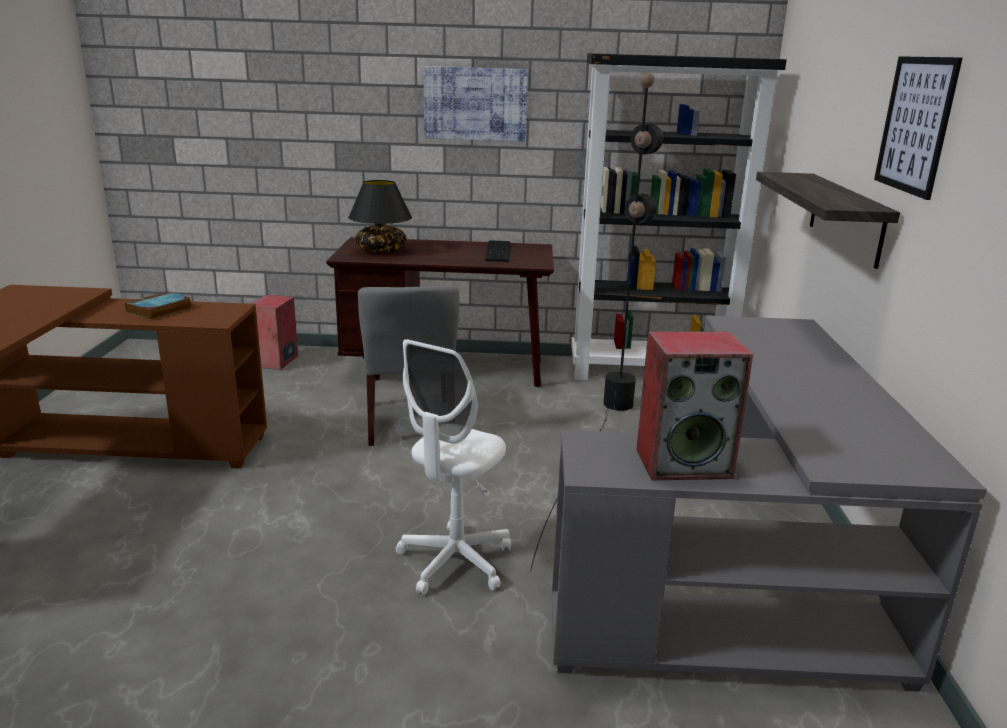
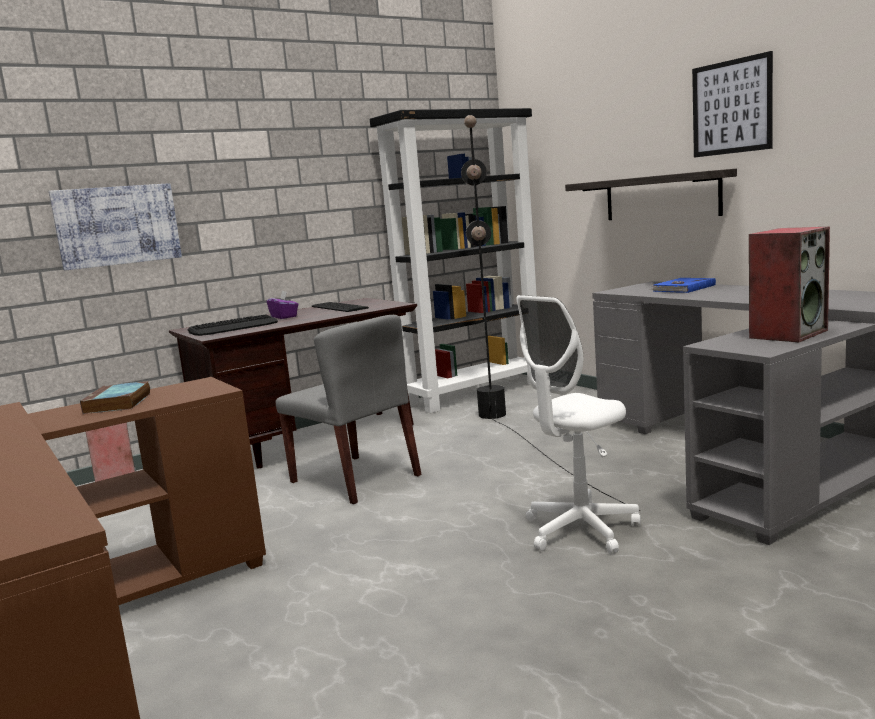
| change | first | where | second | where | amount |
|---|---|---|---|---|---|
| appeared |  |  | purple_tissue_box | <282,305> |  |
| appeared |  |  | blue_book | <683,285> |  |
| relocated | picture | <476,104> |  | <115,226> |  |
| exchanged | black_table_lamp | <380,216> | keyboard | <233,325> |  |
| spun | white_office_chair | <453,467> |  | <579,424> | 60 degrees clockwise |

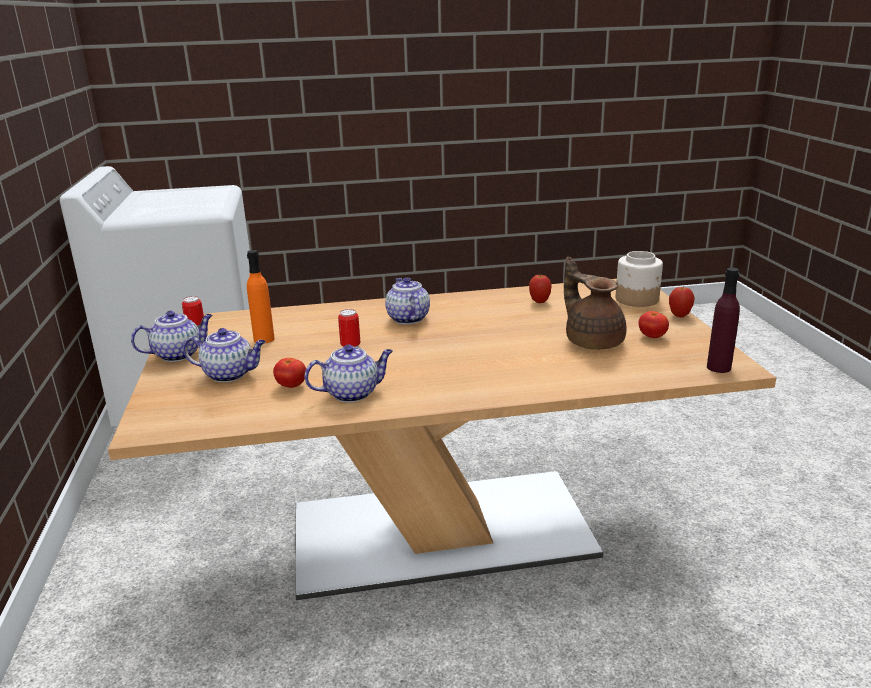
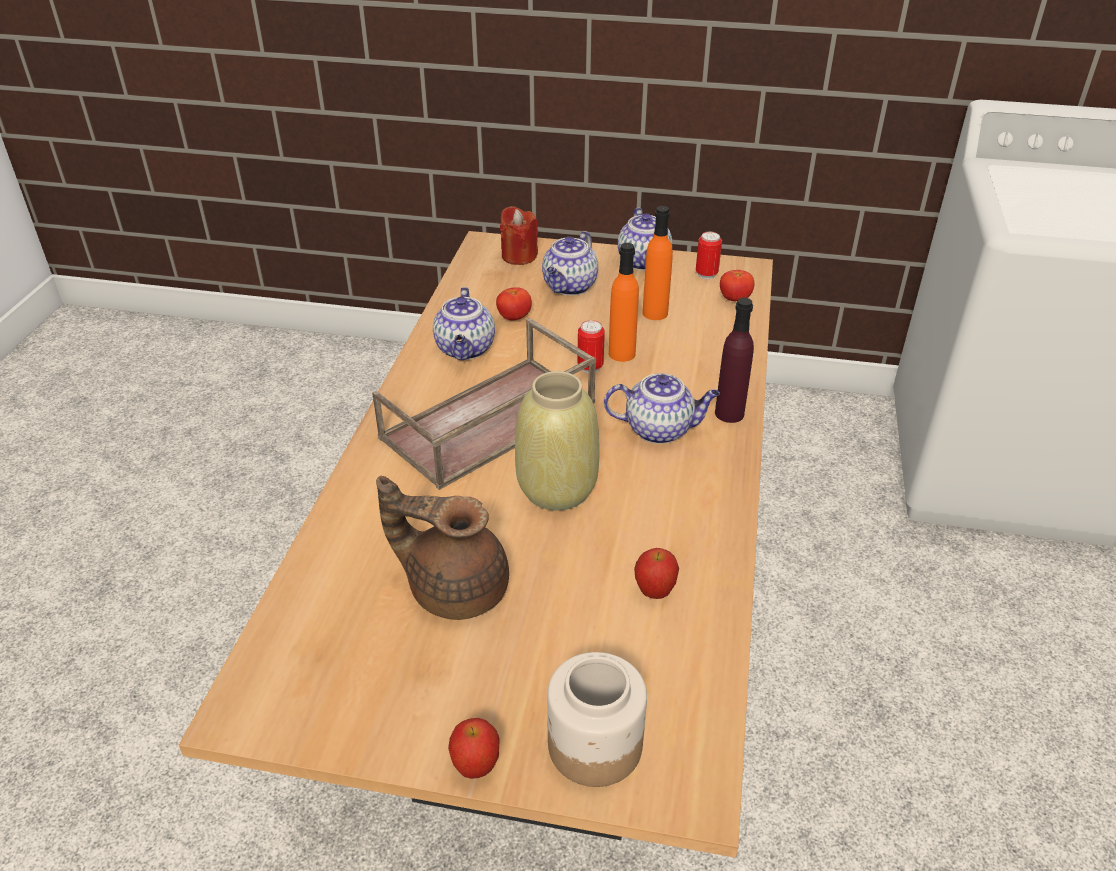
| change | first | where | second | where | amount |
|---|---|---|---|---|---|
| appeared |  |  | brown_tray | <484,404> |  |
| appeared |  |  | red_candle | <519,235> |  |
| appeared |  |  | beige_vase | <557,441> |  |
| appeared |  |  | orange_bottle | <624,302> |  |
| relocated | tomato | <654,324> |  | <737,285> |  |
| relocated | purple_bottle | <723,320> |  | <734,360> |  |
| spun | brown_teapot | <595,303> |  | <442,548> | 150 degrees counterclockwise |

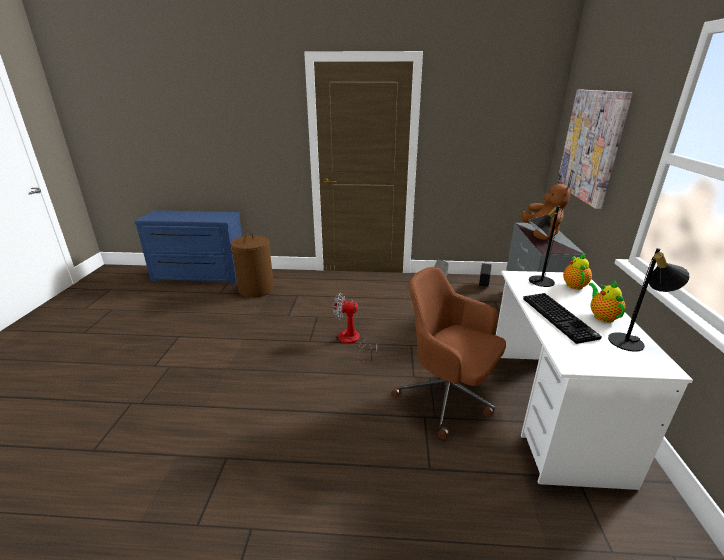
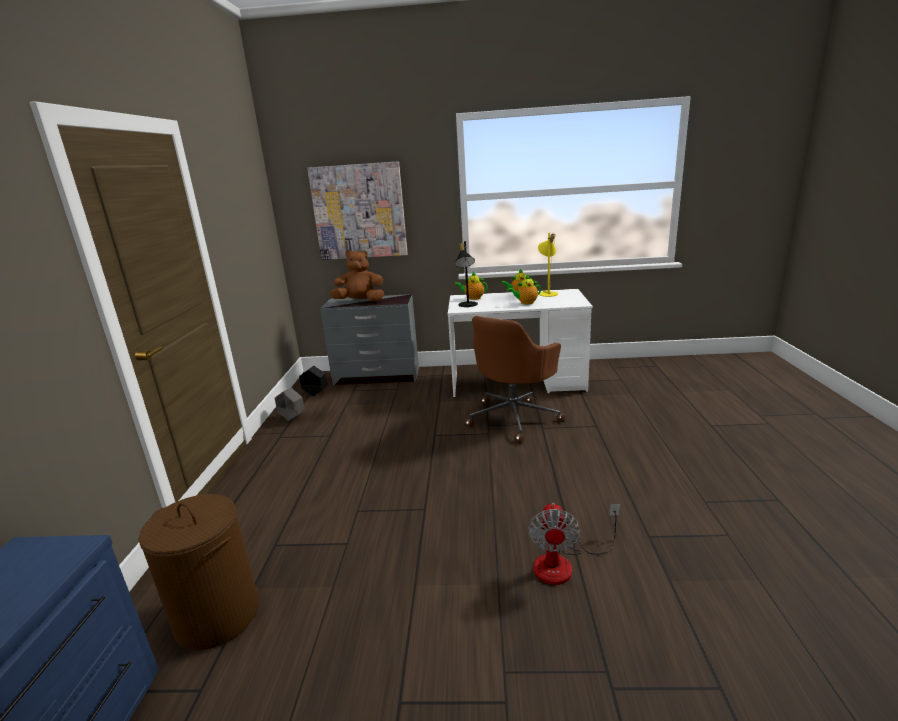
| change | first | where | second | where | amount |
|---|---|---|---|---|---|
| relocated | fan | <355,328> |  | <574,544> |  |
| exchanged | keyboard | <562,318> | teapot | <524,290> |  |
| colour | black_table_lamp | <649,300> | yellow_table_lamp | <548,265> |  |

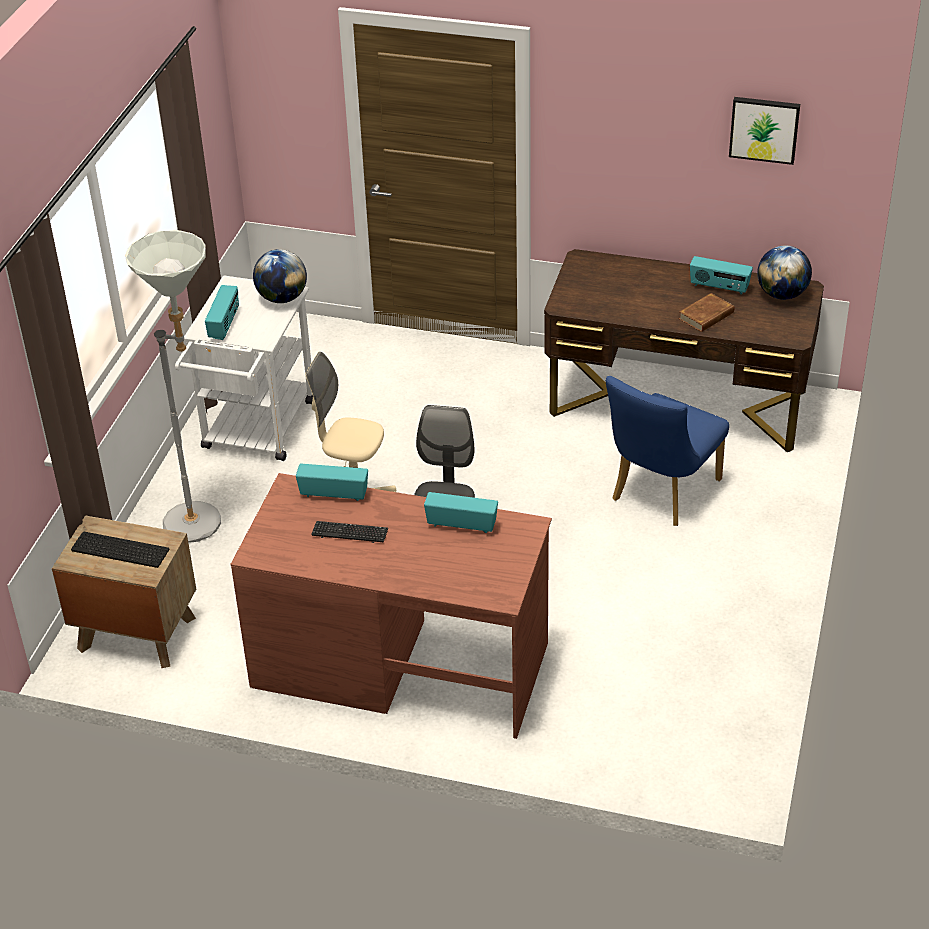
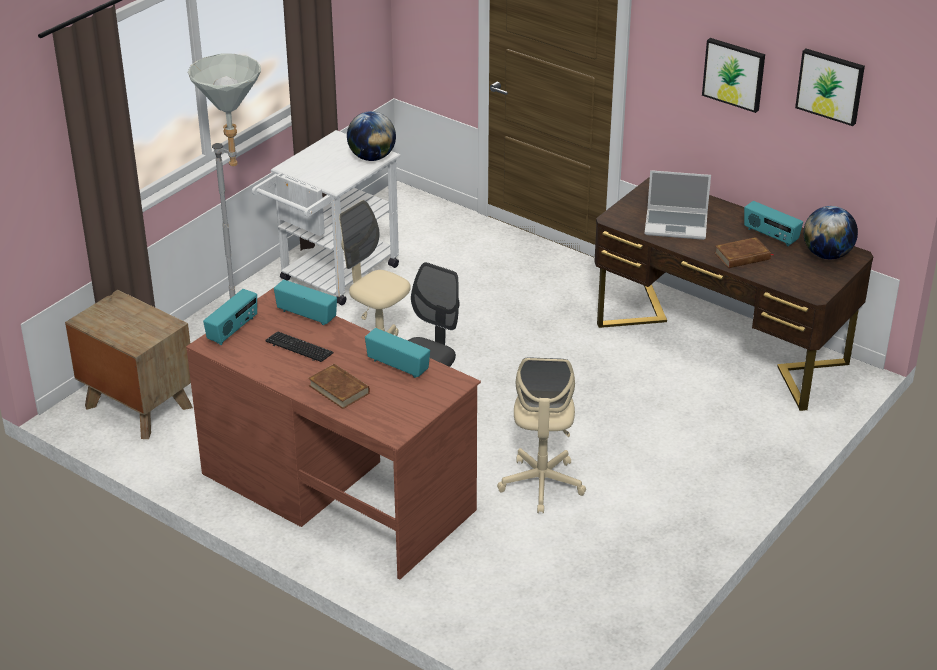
| change | first | where | second | where | amount |
|---|---|---|---|---|---|
| missing | keyboard | <120,550> |  |  |  |
| missing | blue_chair | <667,451> |  |  |  |
| appeared |  |  | brown_book | <339,386> |  |
| appeared |  |  | beige_office_chair | <541,436> |  |
| appeared |  |  | laptop | <678,205> |  |
| appeared |  |  | picture | <733,75> |  |
| relocated | radio | <222,312> |  | <230,317> |  |

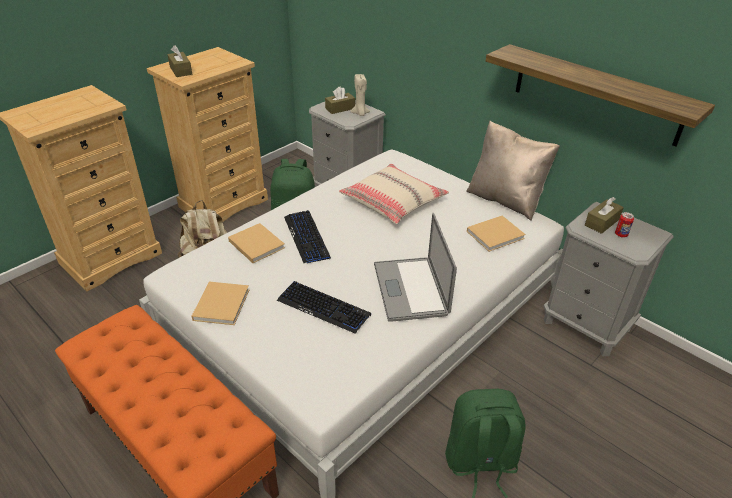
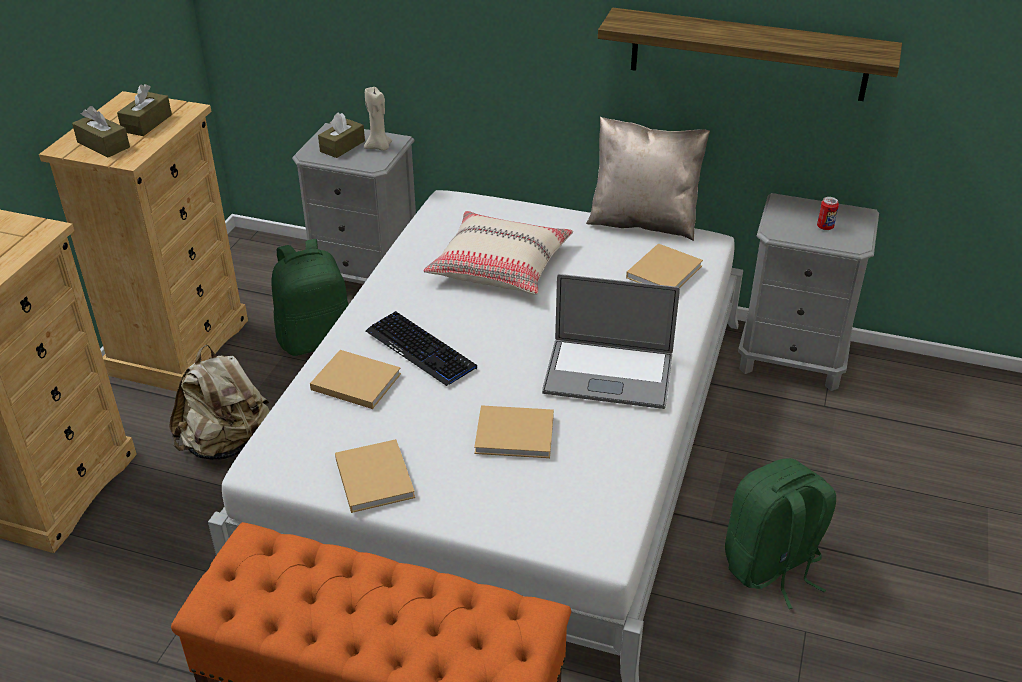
| change | first | where | second | where | amount |
|---|---|---|---|---|---|
| relocated | brown_tissue_box | <604,215> |  | <144,110> |  |
| exchanged | keyboard | <324,307> | beige_book | <514,431> |  |
| spun | laptop | <415,267> |  | <611,341> | 45 degrees counterclockwise |

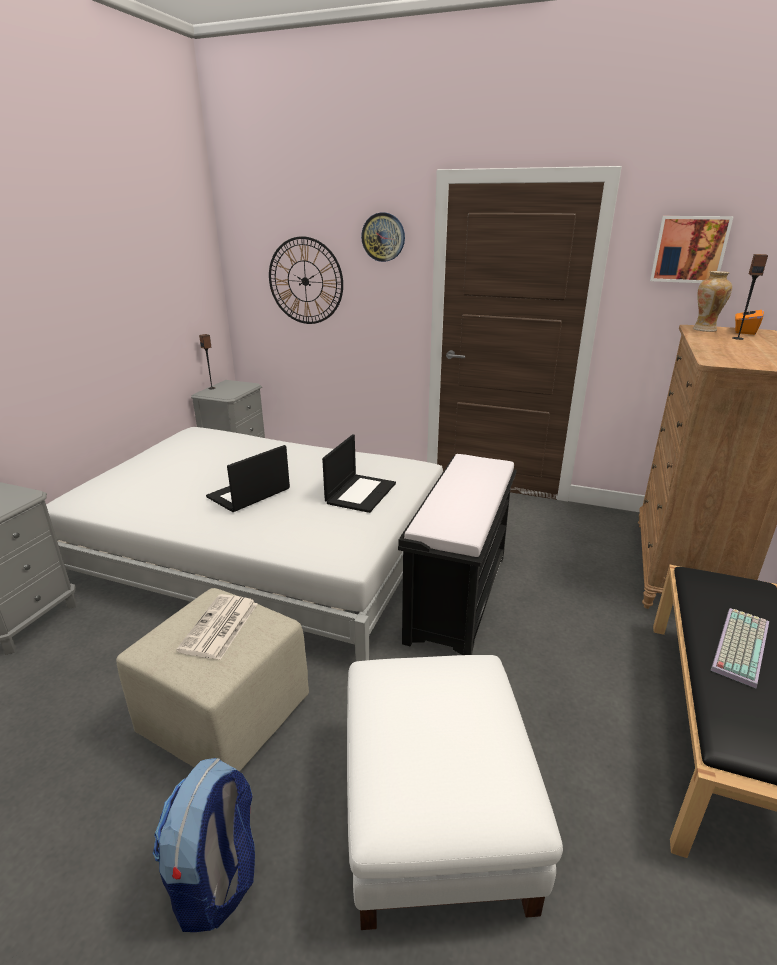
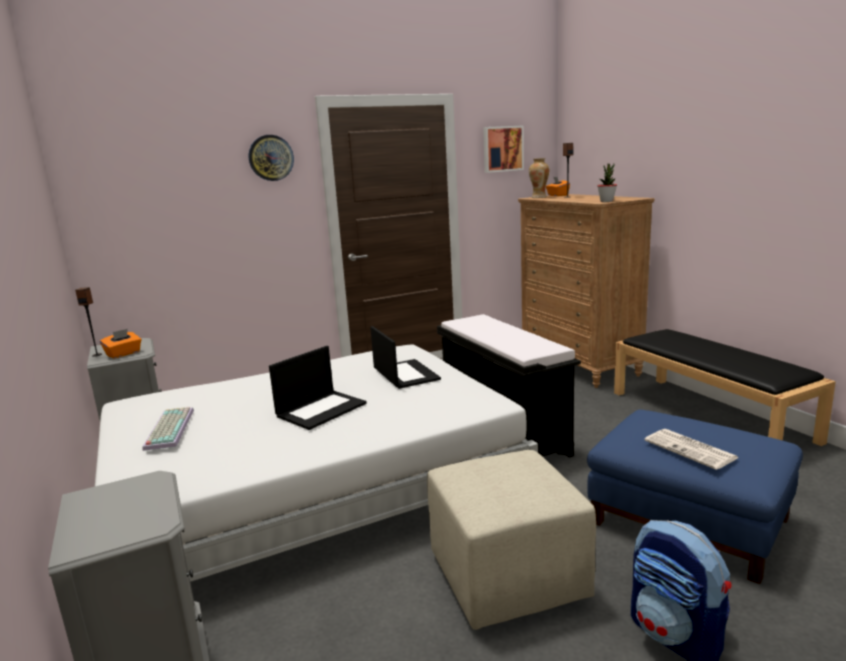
| change | first | where | second | where | amount |
|---|---|---|---|---|---|
| missing | wall_clock | <306,280> |  |  |  |
| appeared |  |  | orange_tissue_box | <121,343> |  |
| appeared |  |  | potted_plant | <607,183> |  |
| relocated | newspaper | <216,627> |  | <691,449> |  |
| relocated | keyboard | <739,648> |  | <168,429> |  |
| colour | white_ottoman | <455,792> | blue_ottoman | <695,497> |  |
| spun | laptop | <248,478> |  | <318,388> | 135 degrees counterclockwise |

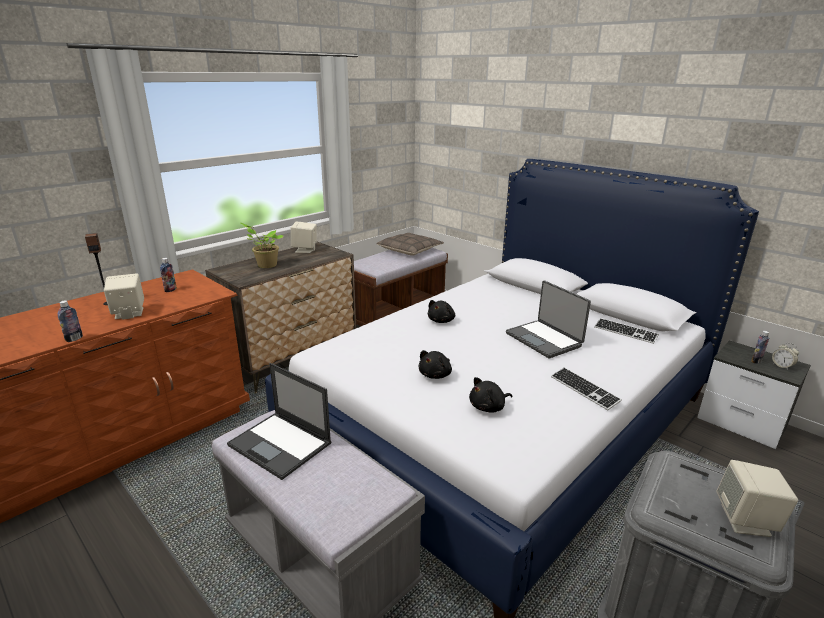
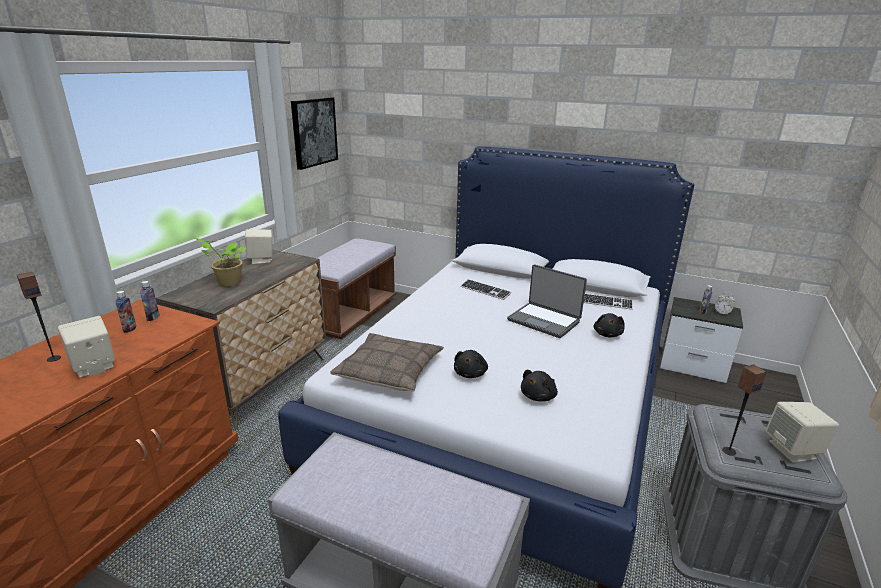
| change | first | where | second | where | amount |
|---|---|---|---|---|---|
| missing | laptop | <279,421> |  |  |  |
| appeared |  |  | picture | <314,133> |  |
| appeared |  |  | speaker | <744,410> |  |
| relocated | bottle | <70,321> |  | <150,301> |  |
| relocated | pillow | <410,244> |  | <387,362> |  |
| relocated | black_plush_toy | <441,311> |  | <609,325> |  |
| relocated | keyboard | <586,388> |  | <486,289> |  |

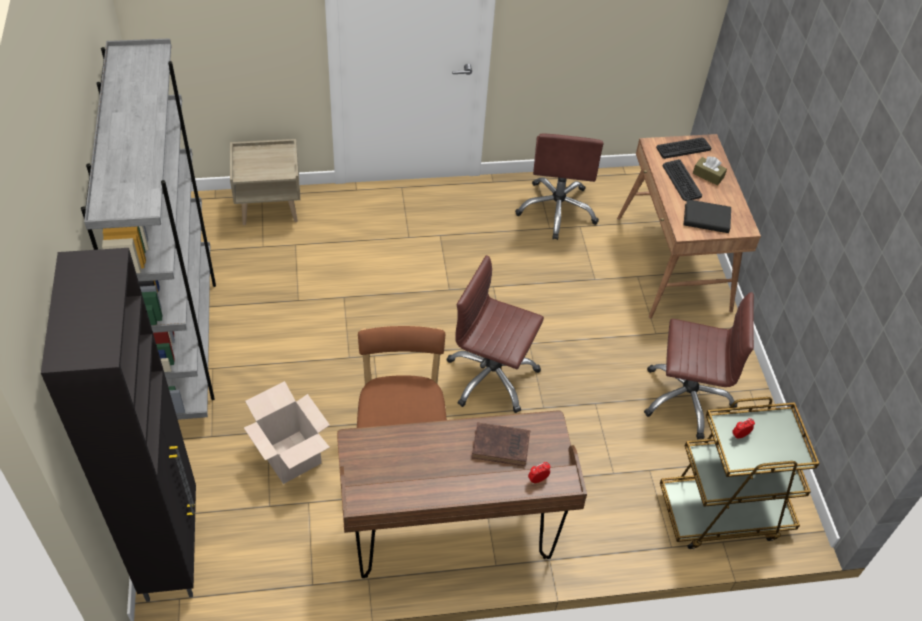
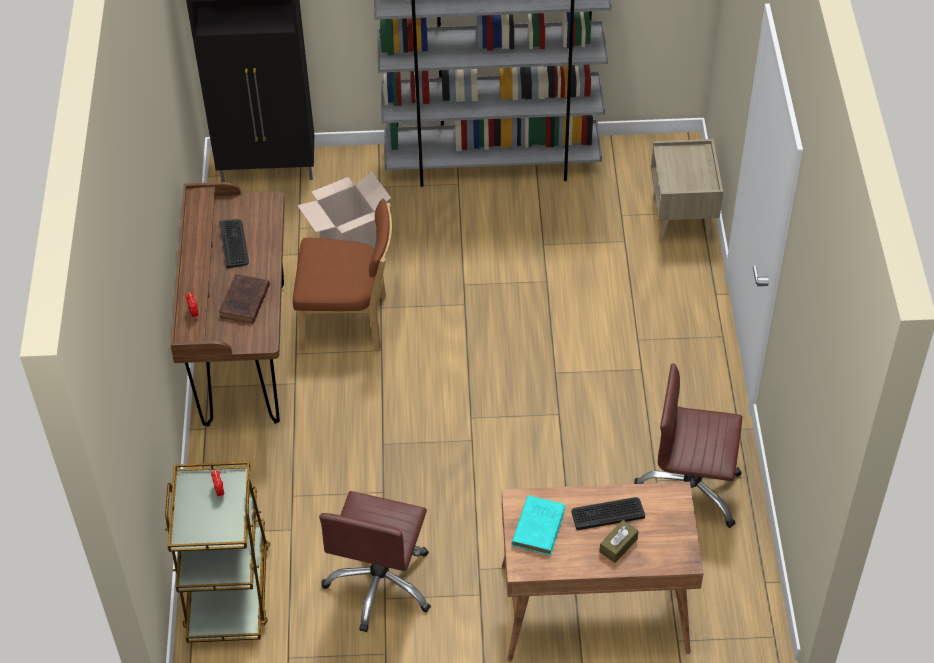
| change | first | where | second | where | amount |
|---|---|---|---|---|---|
| missing | brown_office_chair | <495,334> |  |  |  |
| relocated | keyboard | <683,148> |  | <234,243> |  |
| colour | black_book | <707,216> | turquoise_book | <538,525> |  |

